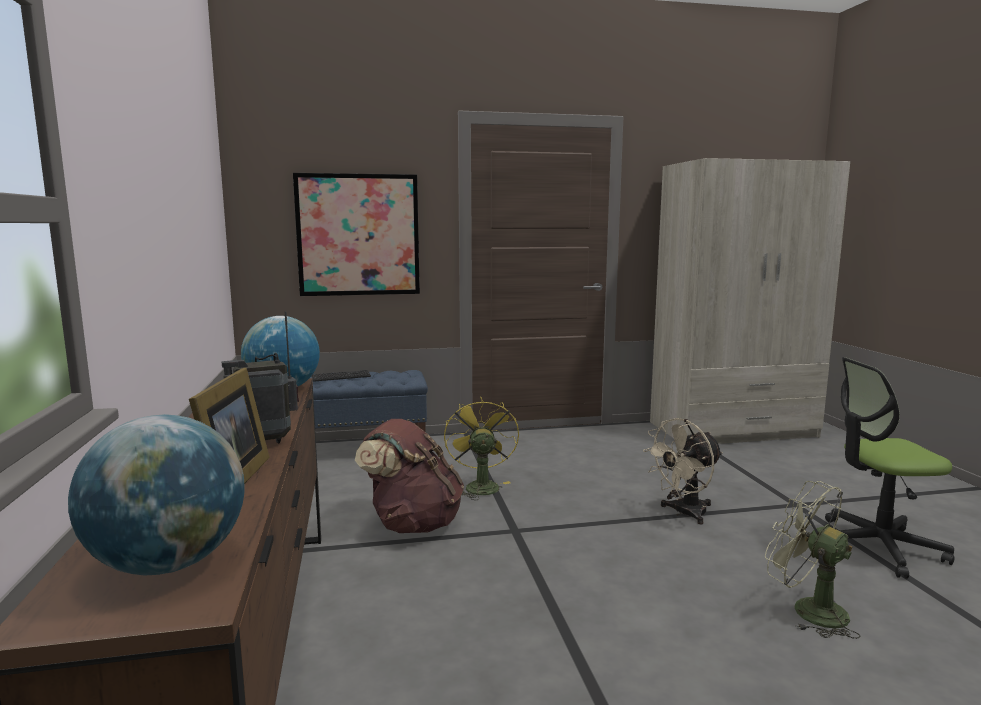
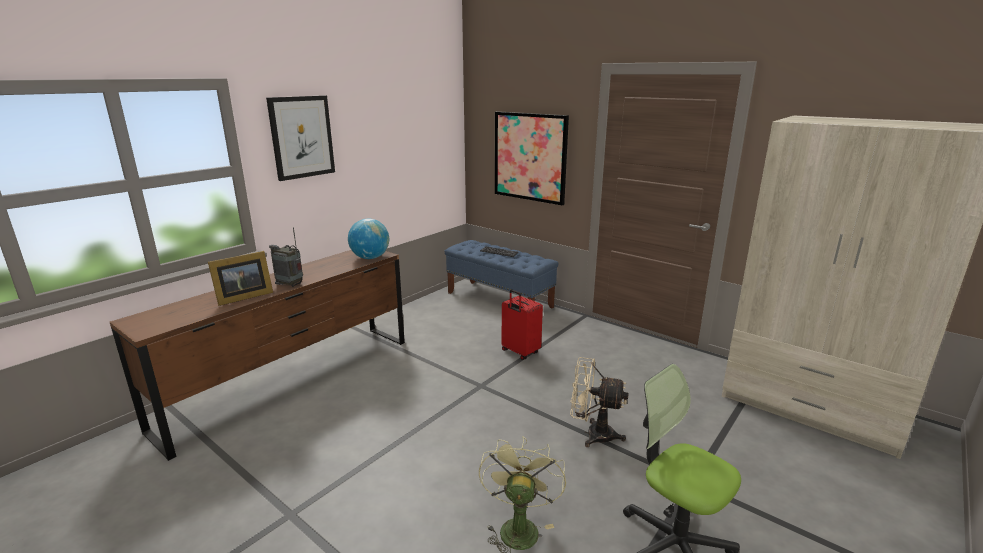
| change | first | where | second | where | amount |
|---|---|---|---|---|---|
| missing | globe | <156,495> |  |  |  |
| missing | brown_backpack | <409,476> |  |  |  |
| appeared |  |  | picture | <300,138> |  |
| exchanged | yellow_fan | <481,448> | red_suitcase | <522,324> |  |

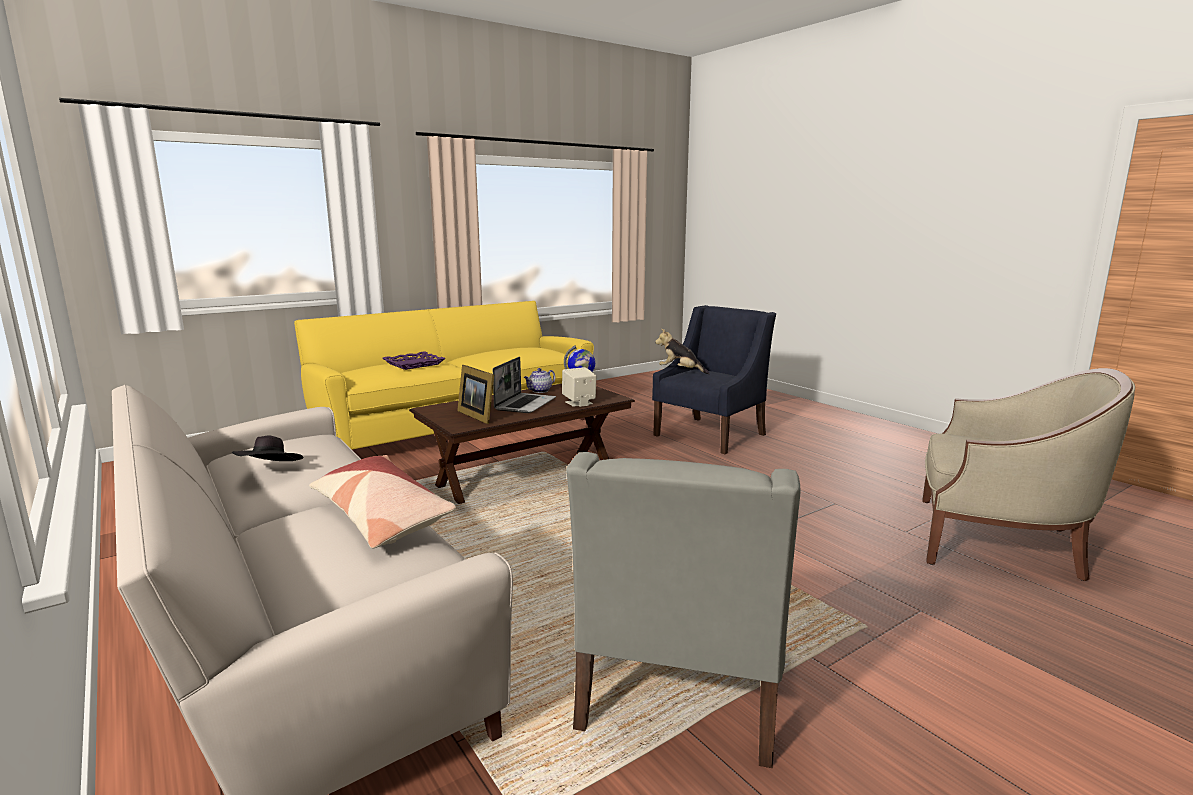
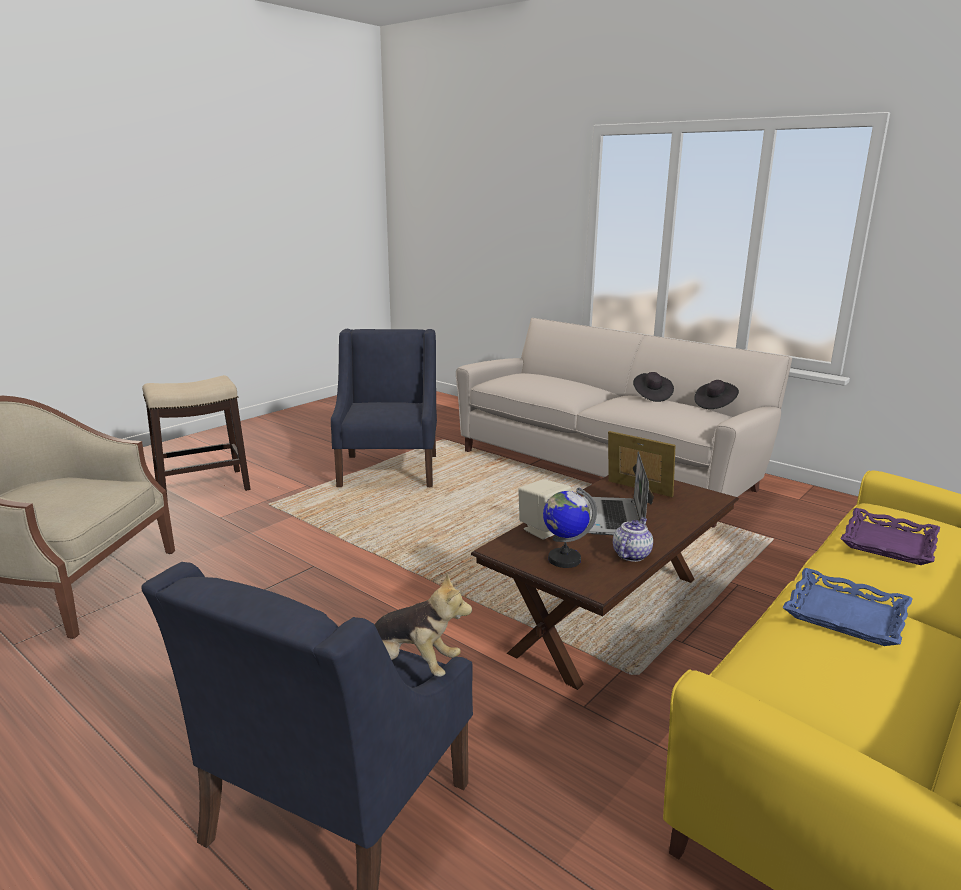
| change | first | where | second | where | amount |
|---|---|---|---|---|---|
| missing | pillow | <382,501> |  |  |  |
| appeared |  |  | stool | <196,438> |  |
| appeared |  |  | black_hat | <716,394> |  |
| appeared |  |  | blue_tray | <847,607> |  |
| colour | grey_armchair | <683,610> | blue_armchair | <384,408> |  |

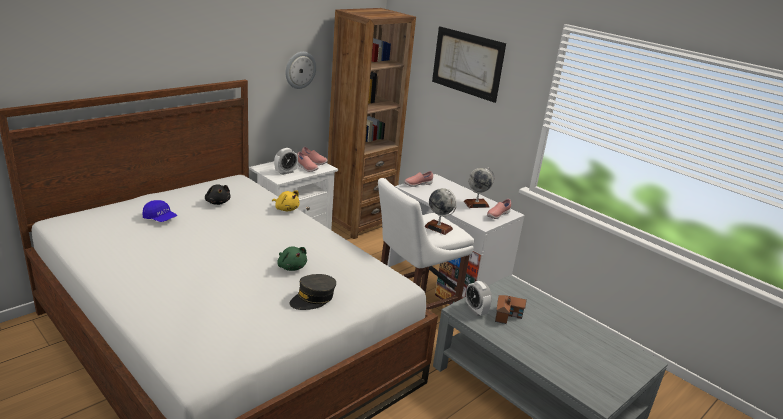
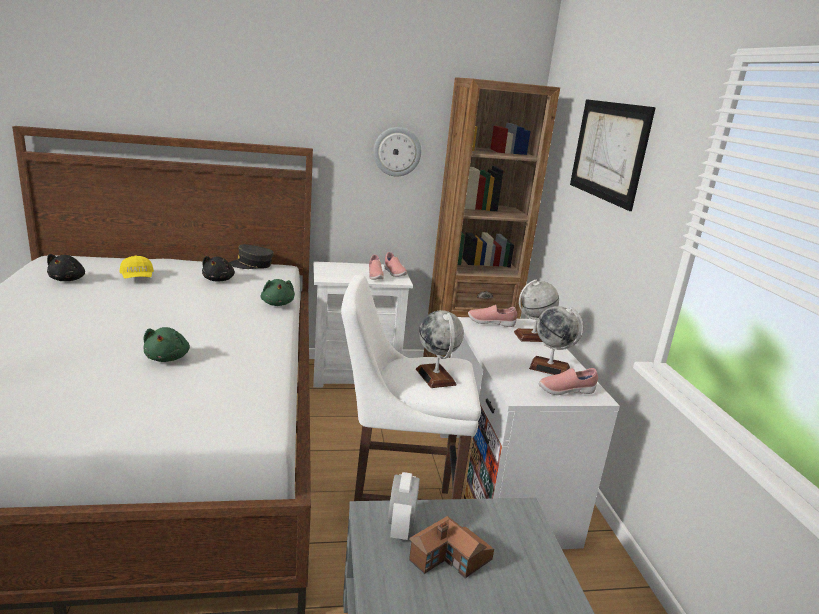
| change | first | where | second | where | amount |
|---|---|---|---|---|---|
| missing | alarm_clock | <286,161> |  |  |  |
| appeared |  |  | black_plush_toy | <66,267> |  |
| appeared |  |  | globe | <536,311> |  |
| relocated | grey_cap | <312,292> |  | <251,256> |  |
| colour | blue_cap | <160,211> | yellow_cap | <137,266> |  |
| colour | yellow_plush_toy | <286,200> | green_plush_toy | <278,292> |  |

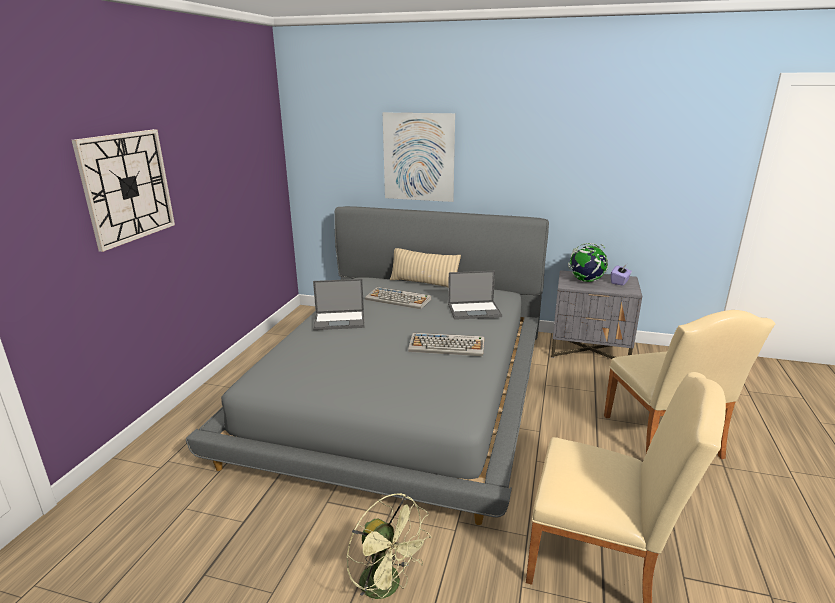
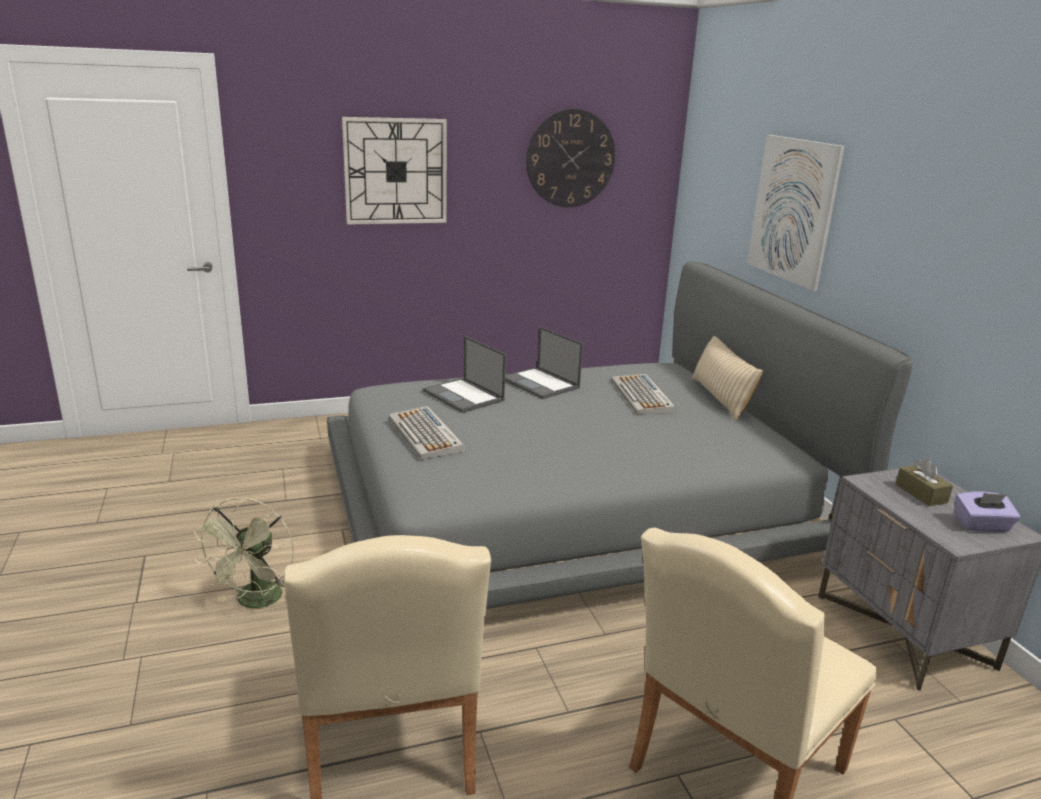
| change | first | where | second | where | amount |
|---|---|---|---|---|---|
| appeared |  |  | wall_clock | <570,158> |  |
| relocated | keyboard | <446,344> |  | <426,433> |  |
| relocated | laptop | <475,295> |  | <464,374> |  |
| exchanged | globe | <588,262> | brown_tissue_box | <924,482> |  |

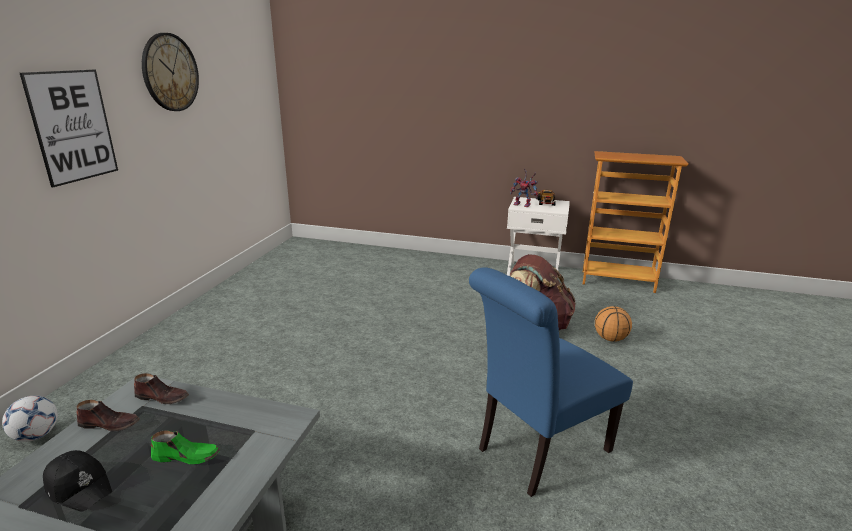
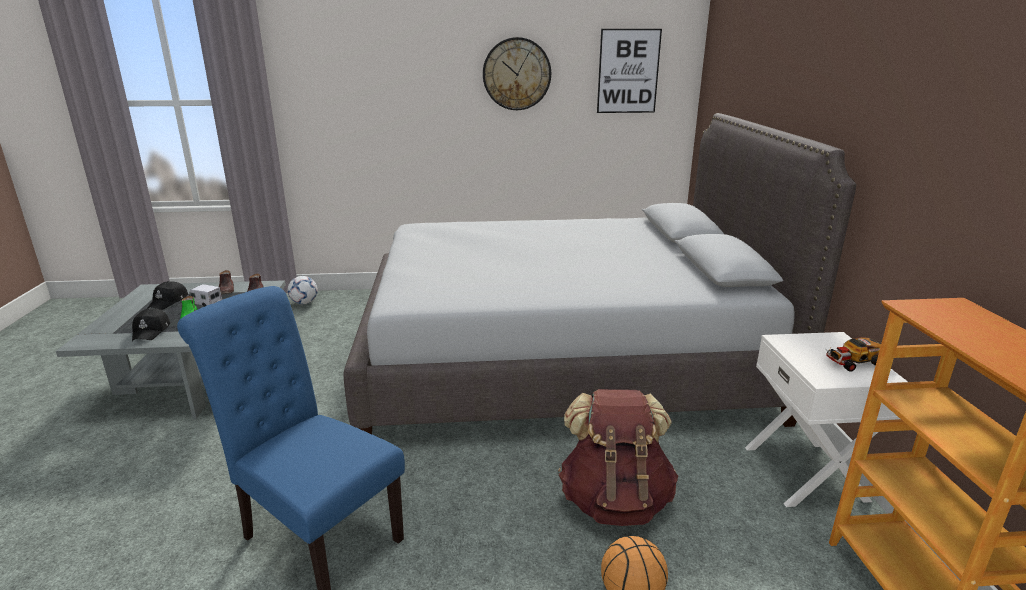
| change | first | where | second | where | amount |
|---|---|---|---|---|---|
| missing | toy_robot | <524,187> |  |  |  |
| appeared |  |  | black_cap | <151,325> |  |
| appeared |  |  | toy_truck | <205,295> |  |
| appeared |  |  | grey_bed | <600,273> |  |
| relocated | picture | <69,128> |  | <629,71> |  |

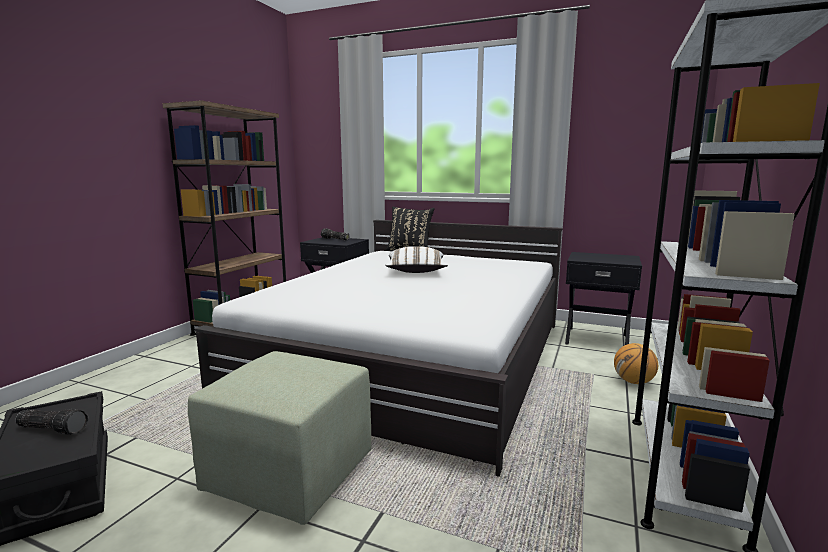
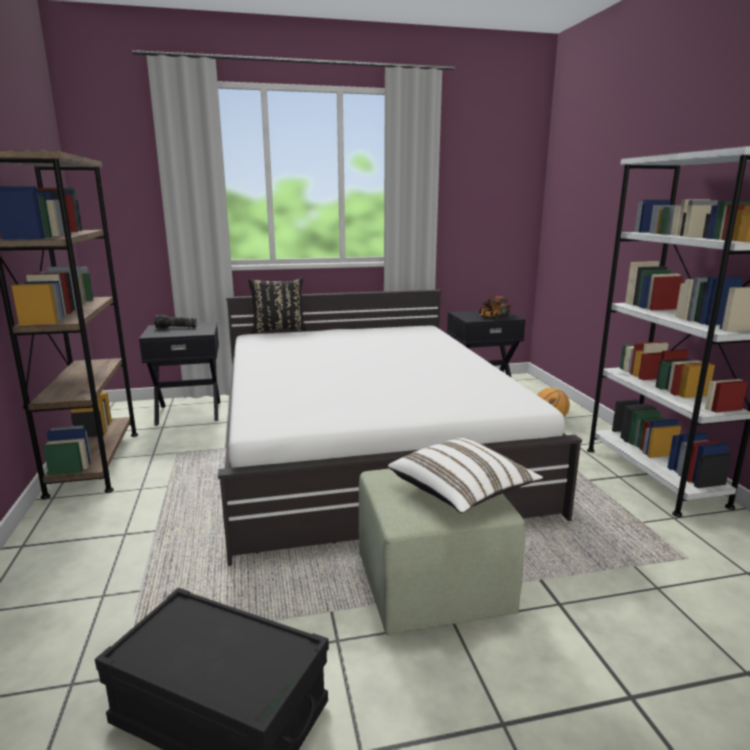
| change | first | where | second | where | amount |
|---|---|---|---|---|---|
| missing | flashlight | <52,422> |  |  |  |
| appeared |  |  | toy_truck | <495,307> |  |
| relocated | white_pillow | <416,259> |  | <465,475> |  |

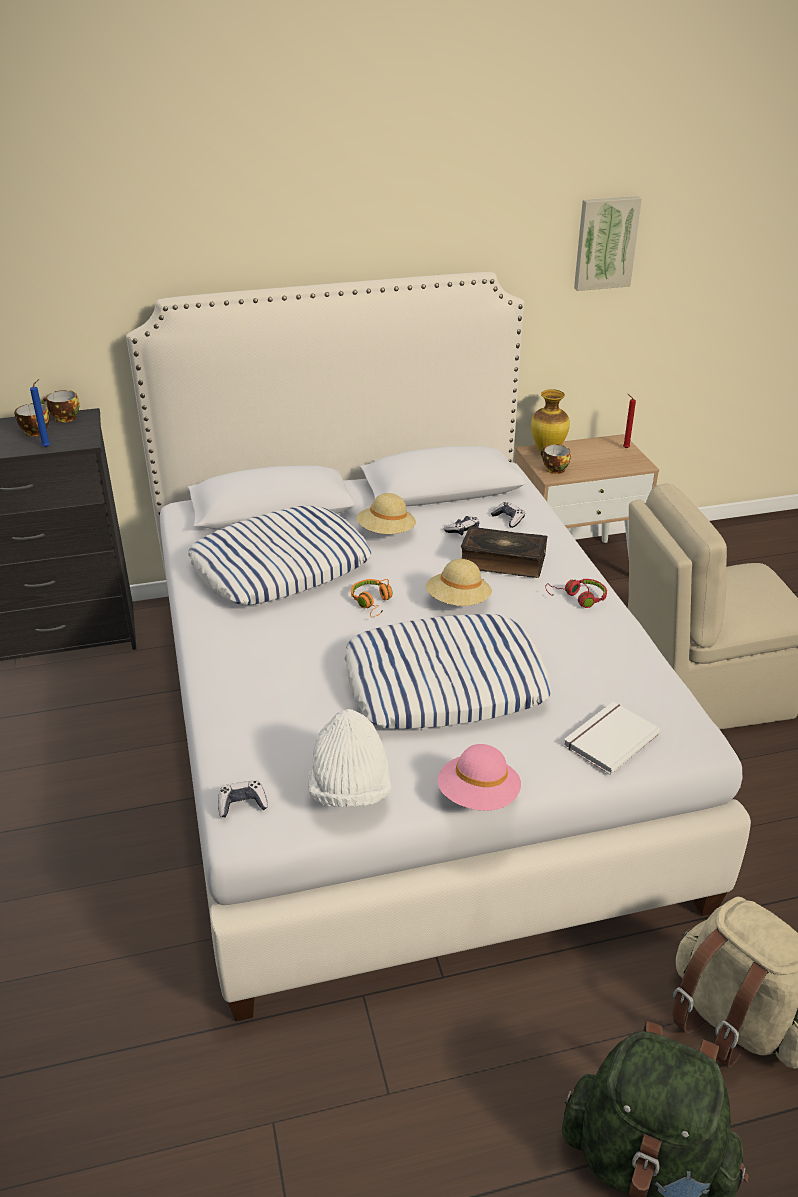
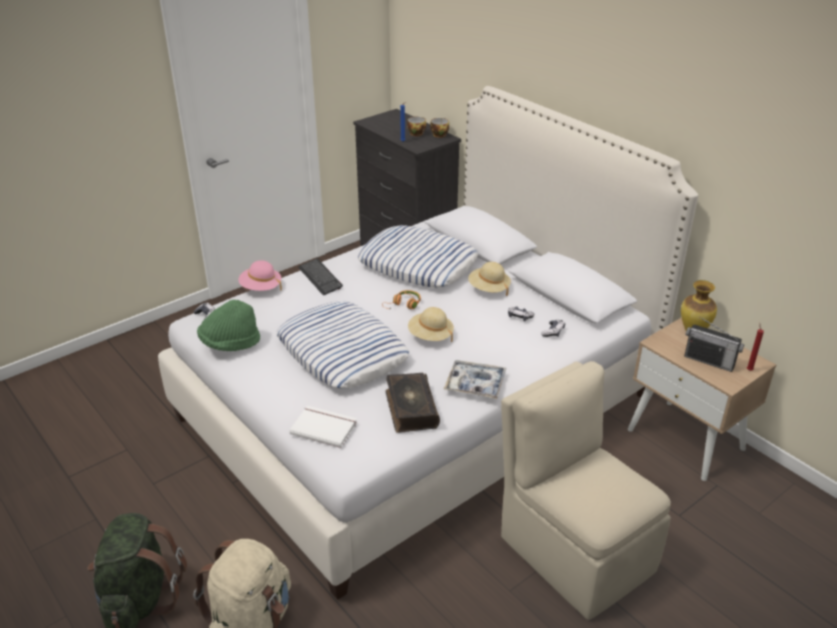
| change | first | where | second | where | amount |
|---|---|---|---|---|---|
| missing | cup | <556,459> |  |  |  |
| missing | picture | <608,243> |  |  |  |
| appeared |  |  | keyboard | <320,276> |  |
| appeared |  |  | radio | <714,344> |  |
| relocated | pink_hat | <479,777> |  | <260,275> |  |
| relocated | book | <504,552> |  | <412,403> |  |
| exchanged | red_headphones | <576,593> | tray | <475,379> |  |
| colour | white_hat | <350,758> | green_hat | <228,325> |  |

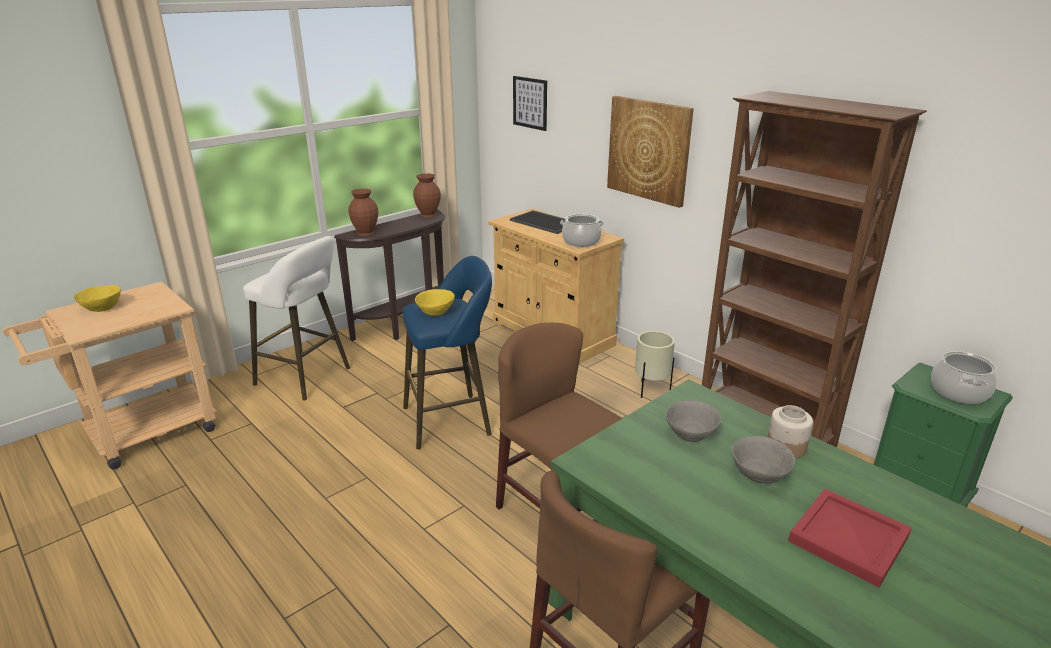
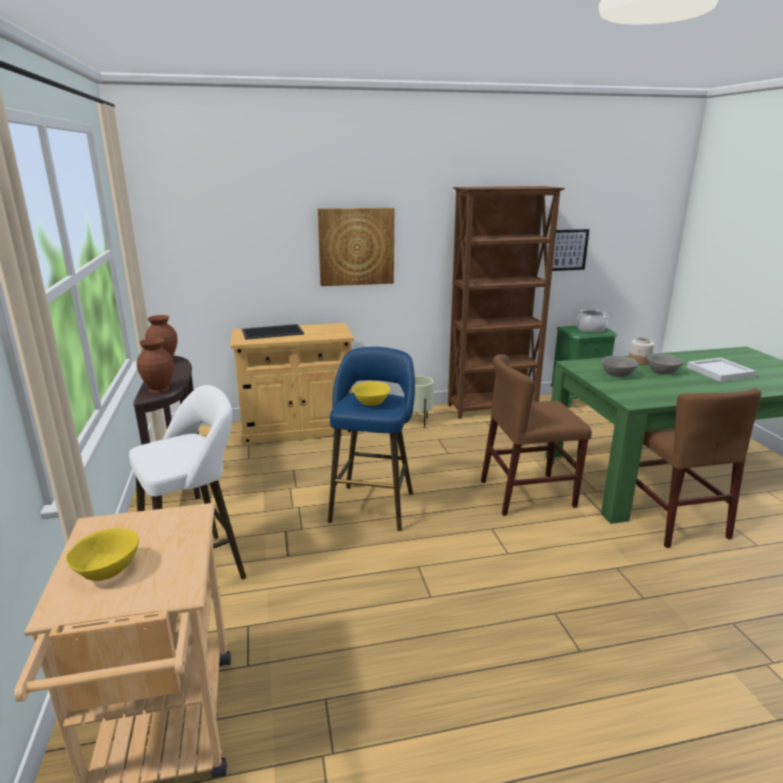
| change | first | where | second | where | amount |
|---|---|---|---|---|---|
| missing | cooking_pot | <582,230> |  |  |  |
| relocated | picture | <530,103> |  | <571,250> |  |
| colour | red_tray | <850,538> | white_tray | <721,370> |  |

